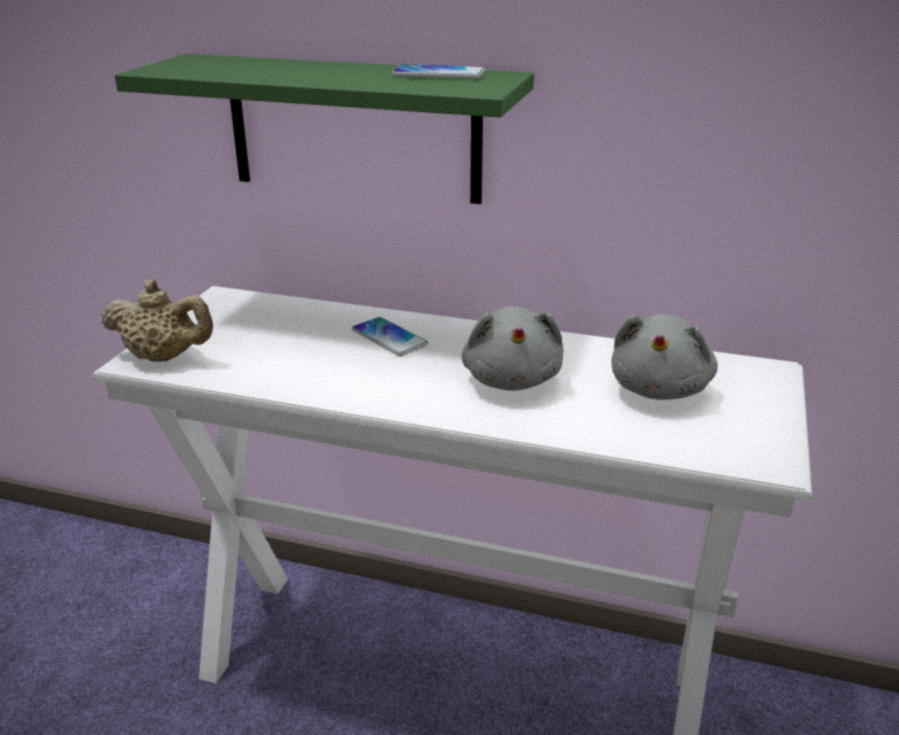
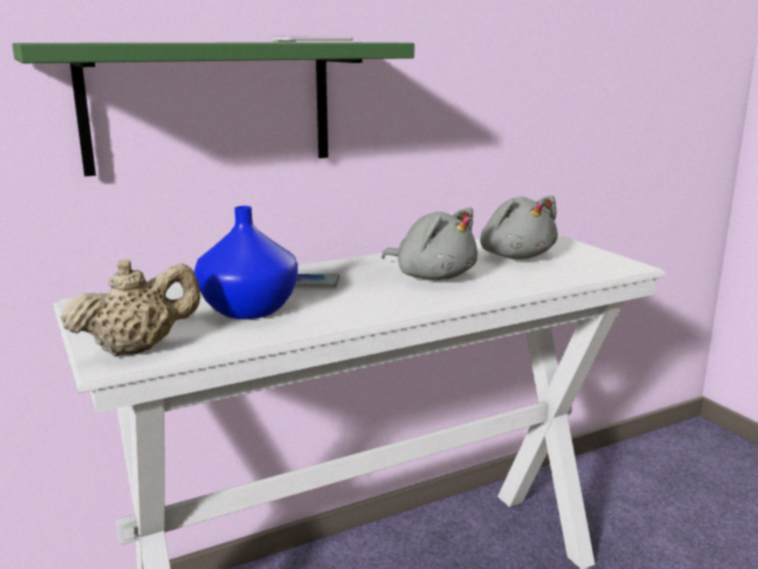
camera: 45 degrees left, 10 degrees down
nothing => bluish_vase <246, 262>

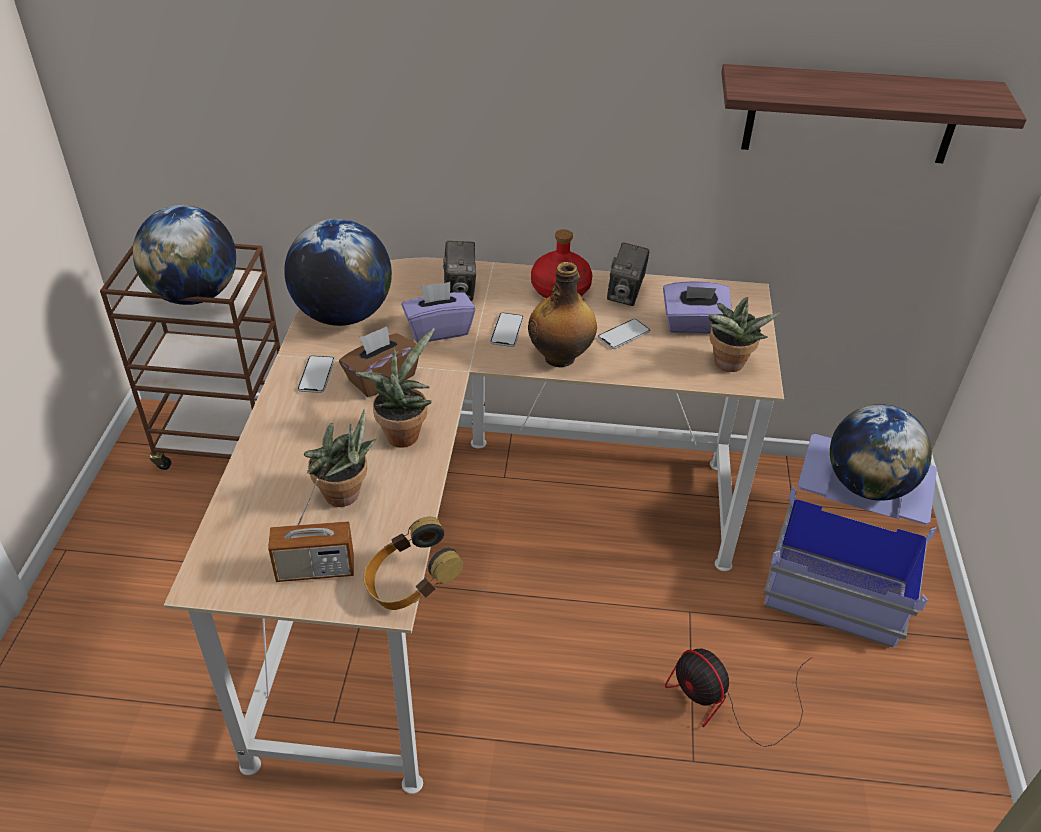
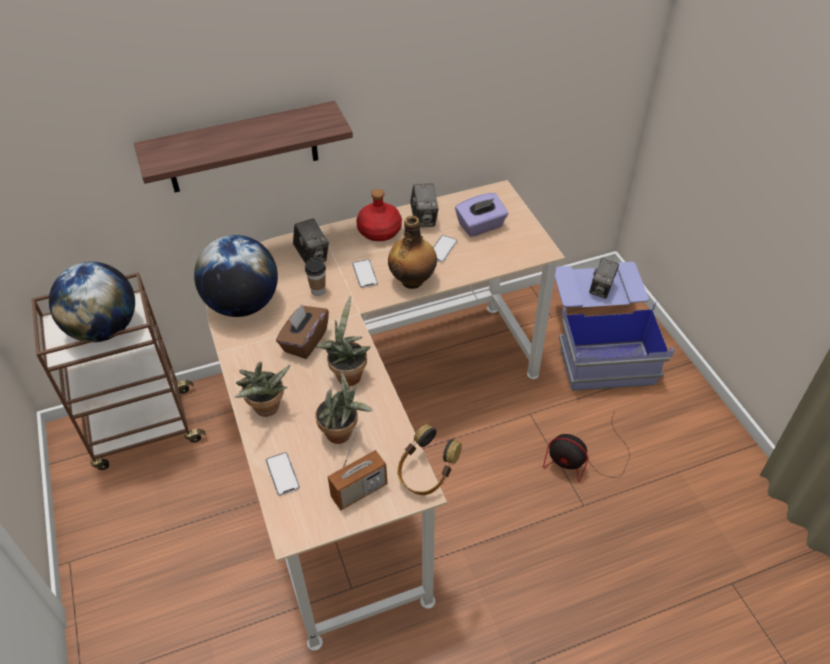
camera: 25 degrees left, 5 degrees up
telephone <316, 374> => telephone <283, 474>, move
purple-coloured_tissue_holder <438, 312> => small_cup <315, 277>
houseplant <744, 334> => houseplant <262, 389>, move
wall_shelf <874, 113> => wall_shelf <243, 147>, move
world_globe <881, 452> => photo_camera <604, 278>

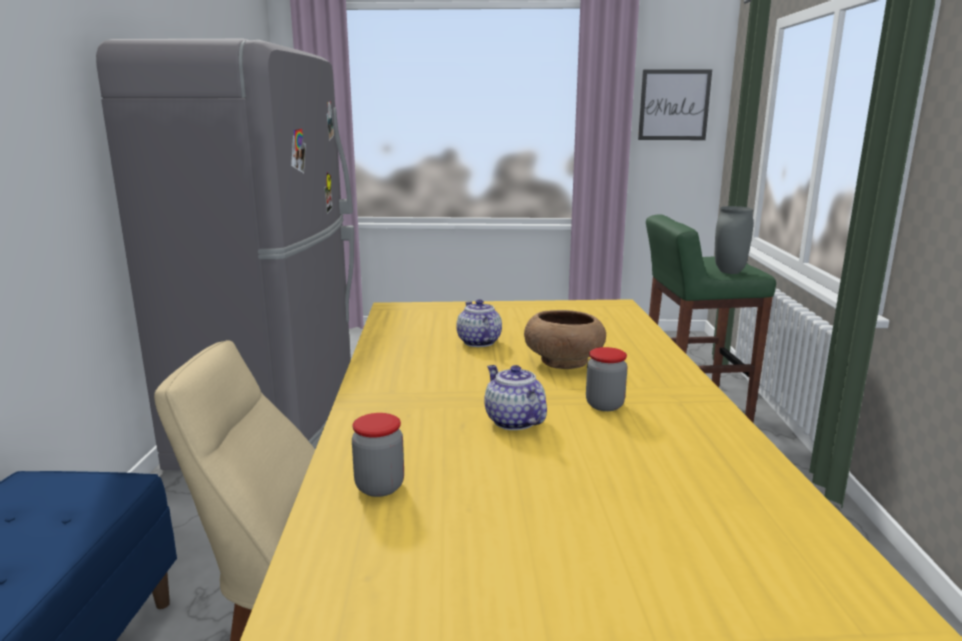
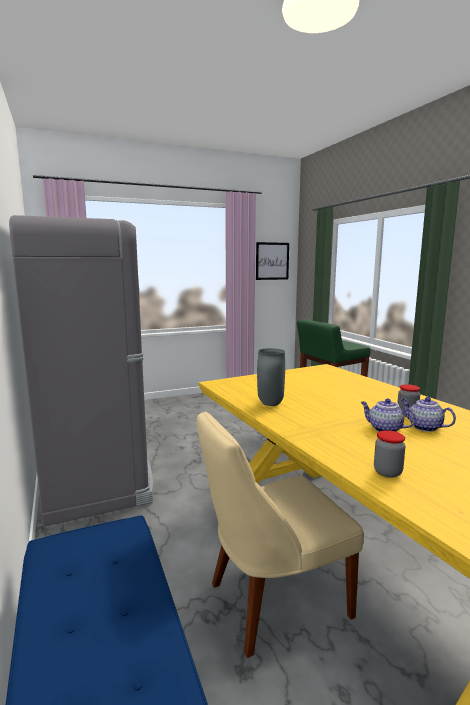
camera: 25 degrees left, 5 degrees down
pot_for_tea <479, 323> => pot_for_tea <428, 414>, move
brown_serving_bowl <565, 339> => nothing
gray_vase <734, 240> => gray_vase <271, 377>, move

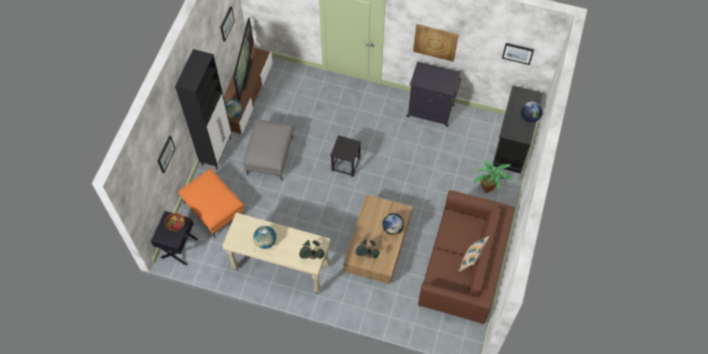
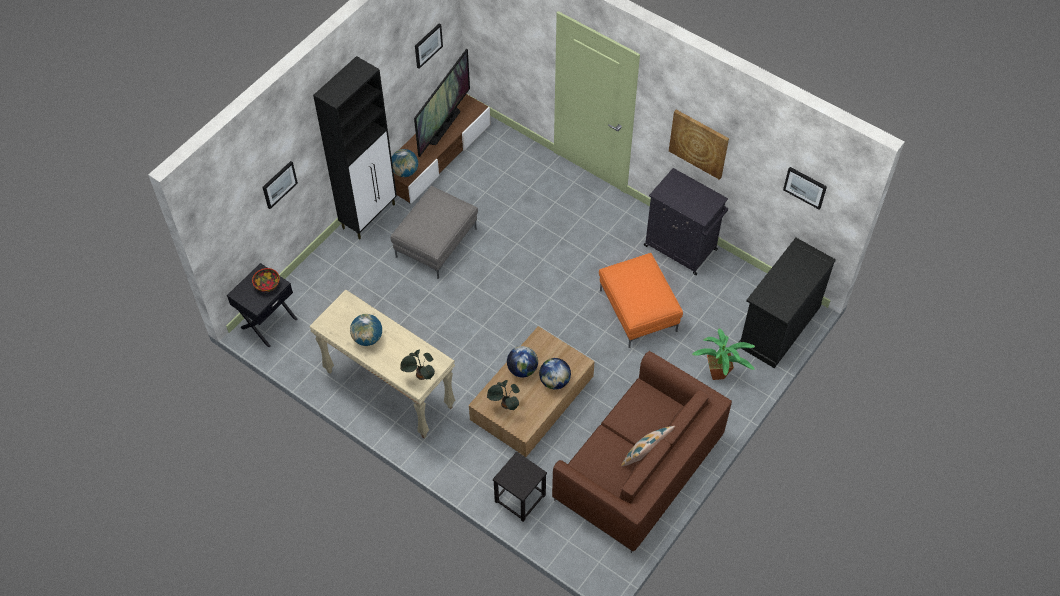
camera: 20 degrees right, 5 degrees down
orangey_ottoman <211, 203> => orangey_ottoman <641, 300>, move
black_stool <345, 156> => black_stool <520, 487>, move
world_globe <531, 112> => world_globe <522, 361>, move

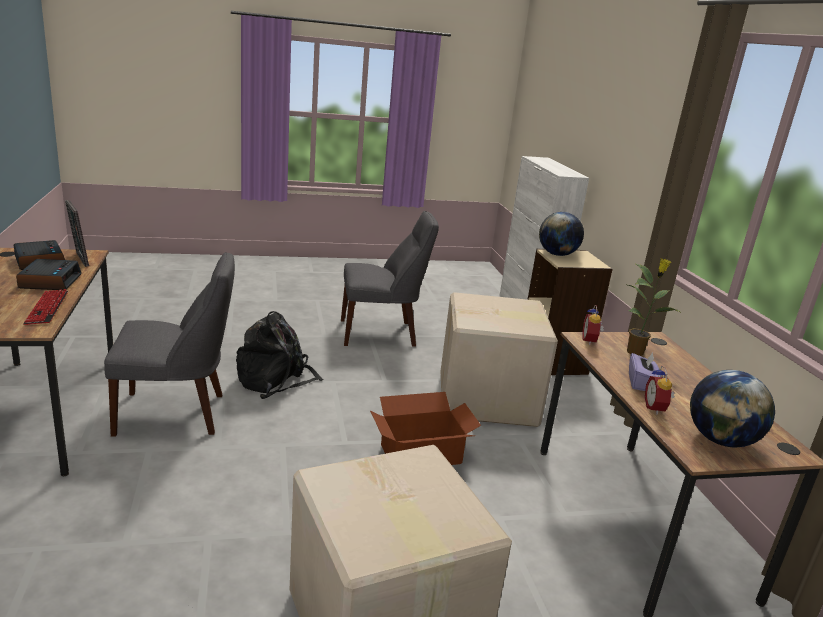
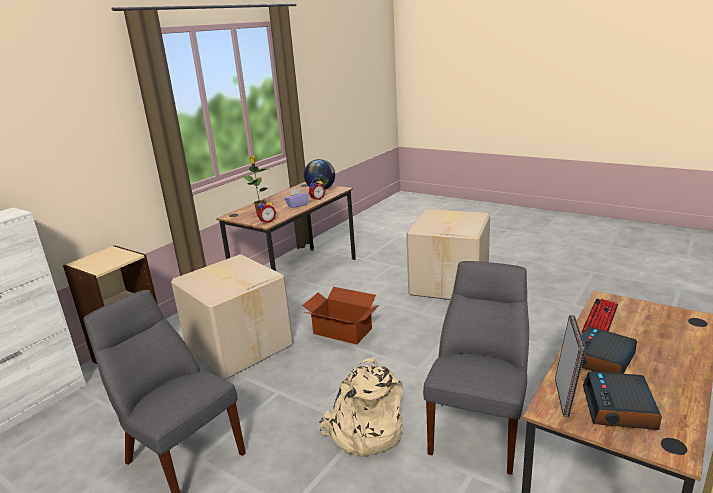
camera: 130 degrees left, 0 degrees up
gray_plain_chair <169, 344> => gray_plain_chair <476, 368>, 75 degrees clockwise
black_rucksack <280, 355> => beige-coloured_rucksack <360, 407>
world_globe <561, 234> => nothing

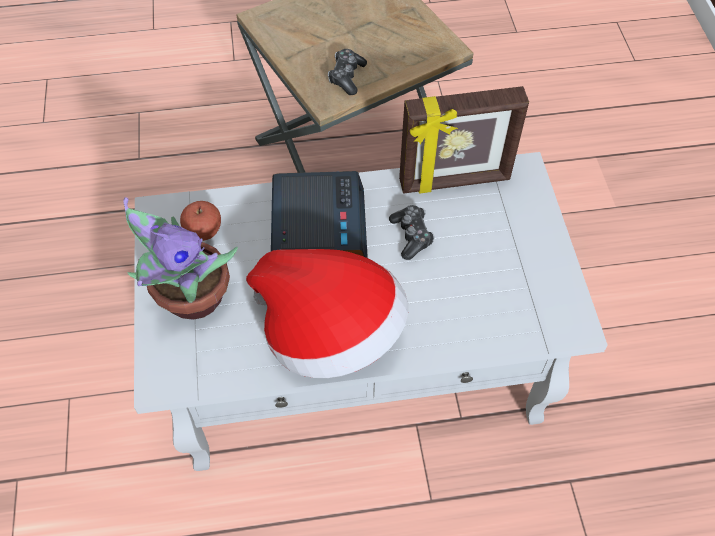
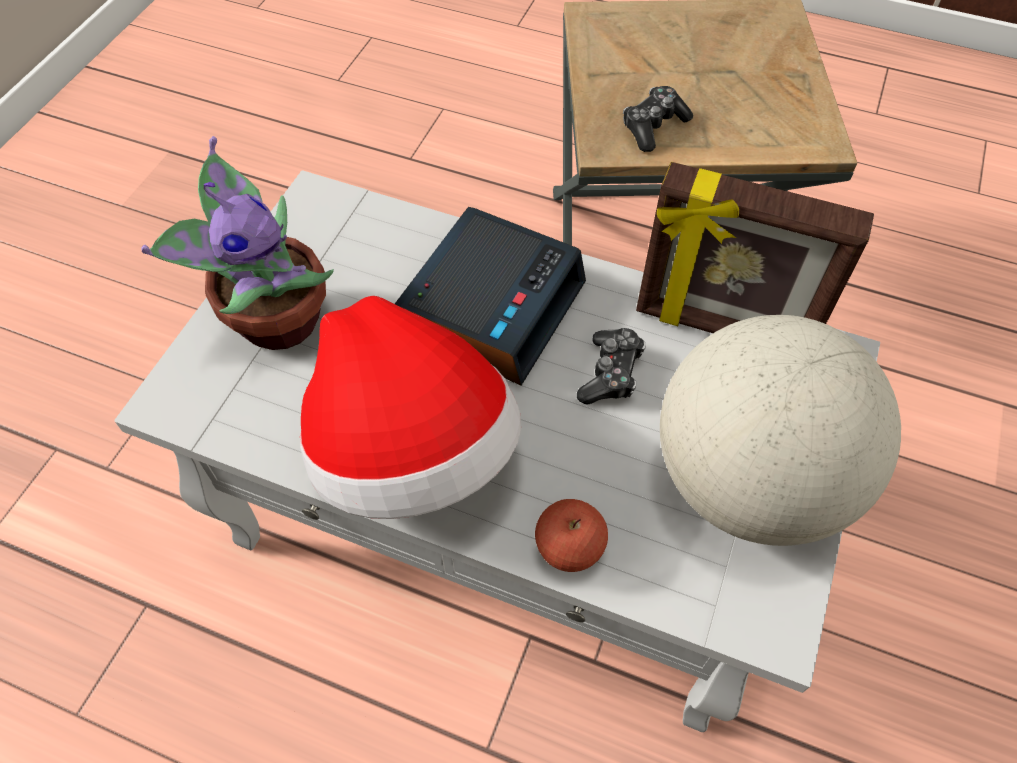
camera: 30 degrees right, 0 degrees up
whole_apple <200, 221> => whole_apple <571, 535>, move
nothing => world_globe <780, 430>

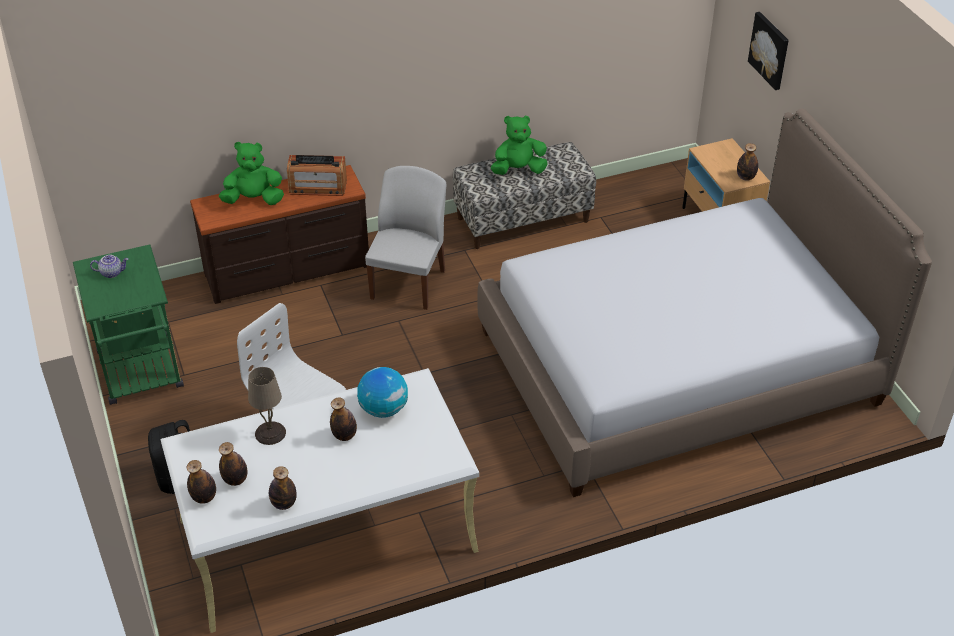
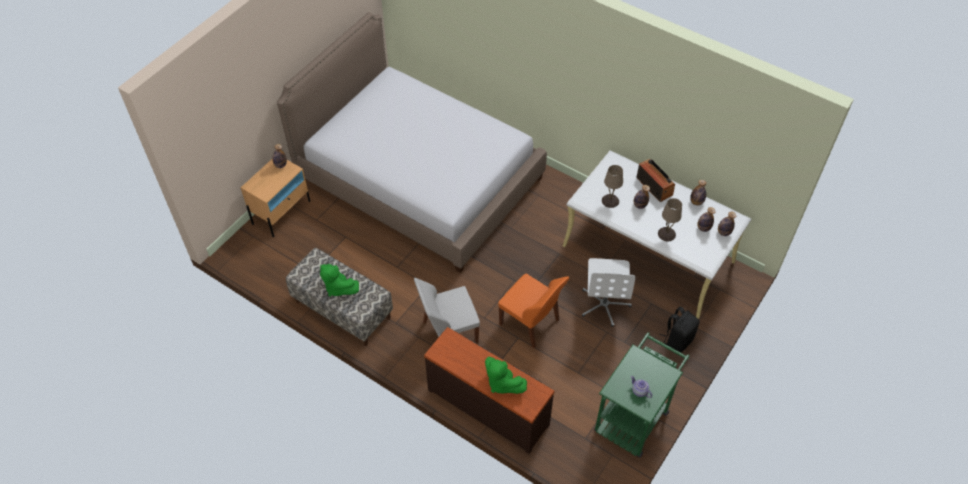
camera: 125 degrees left, 10 degrees up
radio <317, 175> => radio <656, 180>, move
world_globe <382, 392> => beige-coloured_lamp_for_a_table <612, 186>
picture <768, 51> => nothing
nothing => orangey_plain_chair <533, 310>

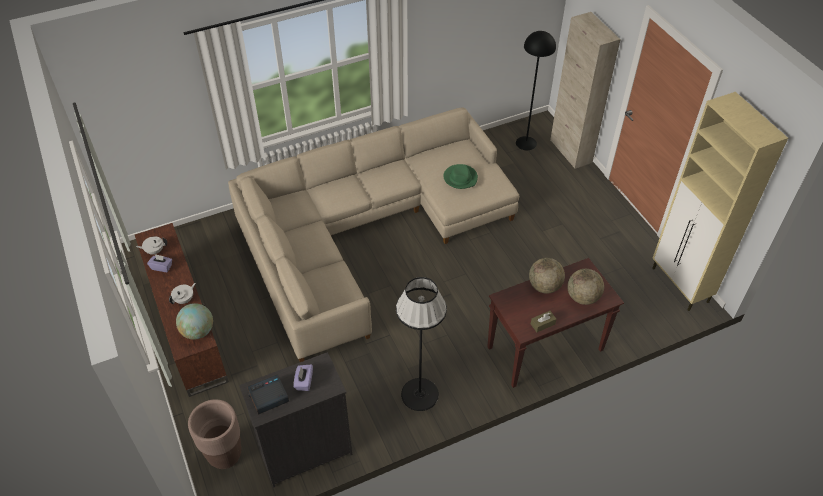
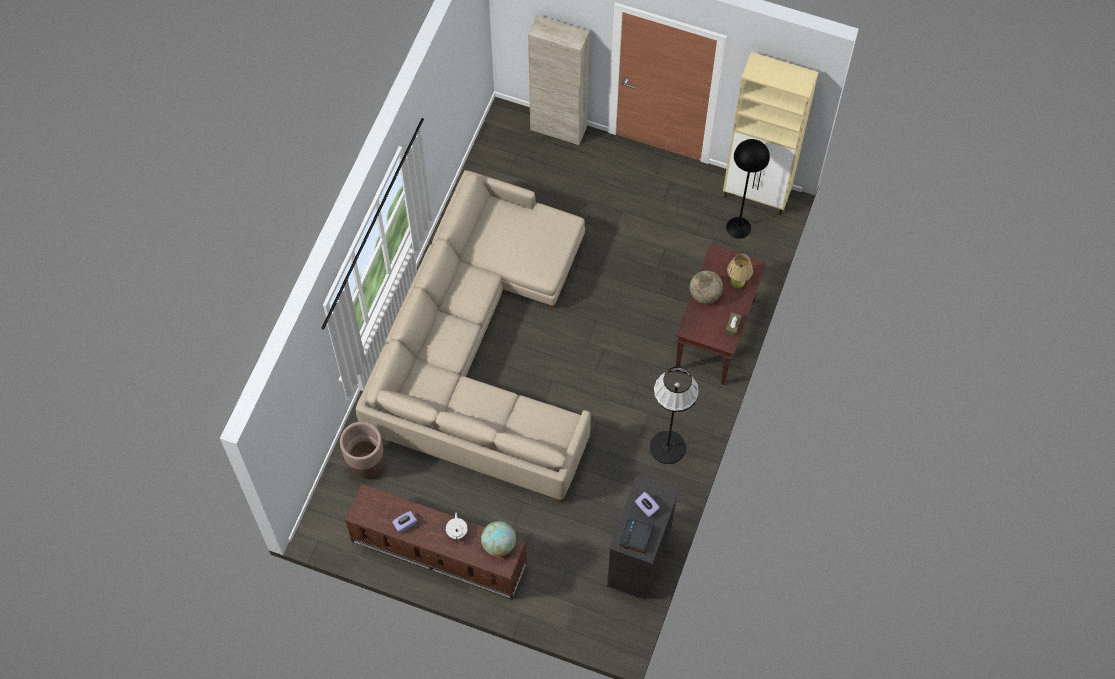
camera: 45 degrees left, 15 degrees up
whitish_pot_for_tea <151, 245> => nothing
brown_flower_pot <214, 434> => brown_flower_pot <361, 450>, move
greenish_wearable_hat <460, 176> => nothing
black_standing_lamp <536, 90> => black_standing_lamp <748, 189>, move
world_globe <585, 287> => lamp_for_a_table <740, 271>

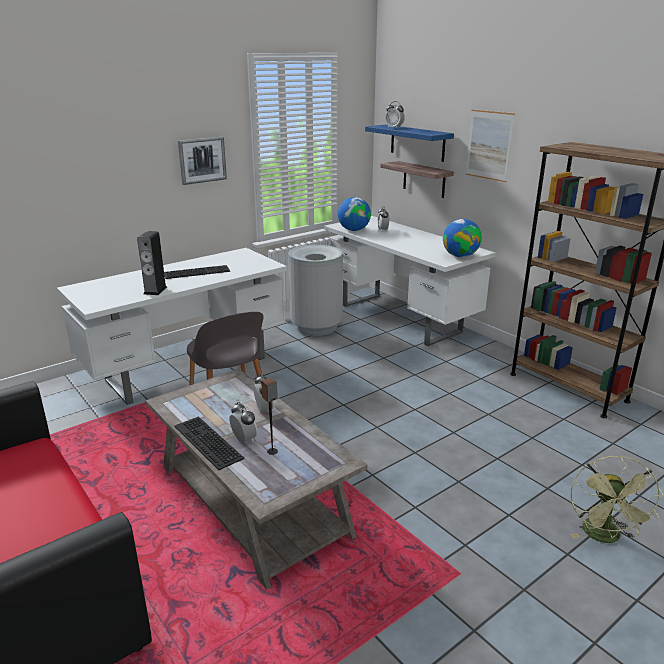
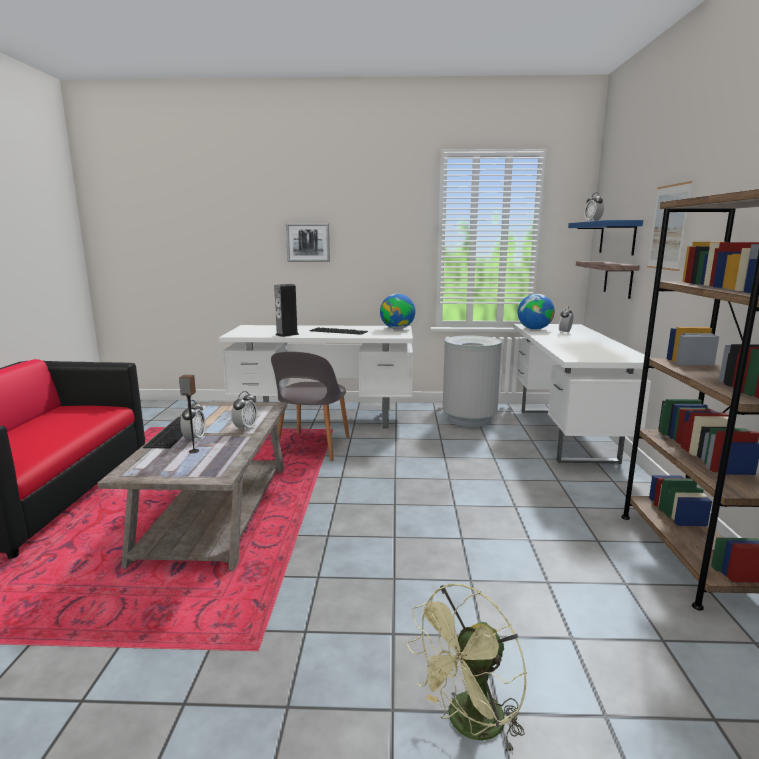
camera: 40 degrees right, 10 degrees down
picture <202, 161> => picture <308, 242>, move
world_globe <462, 238> => world_globe <397, 311>, move

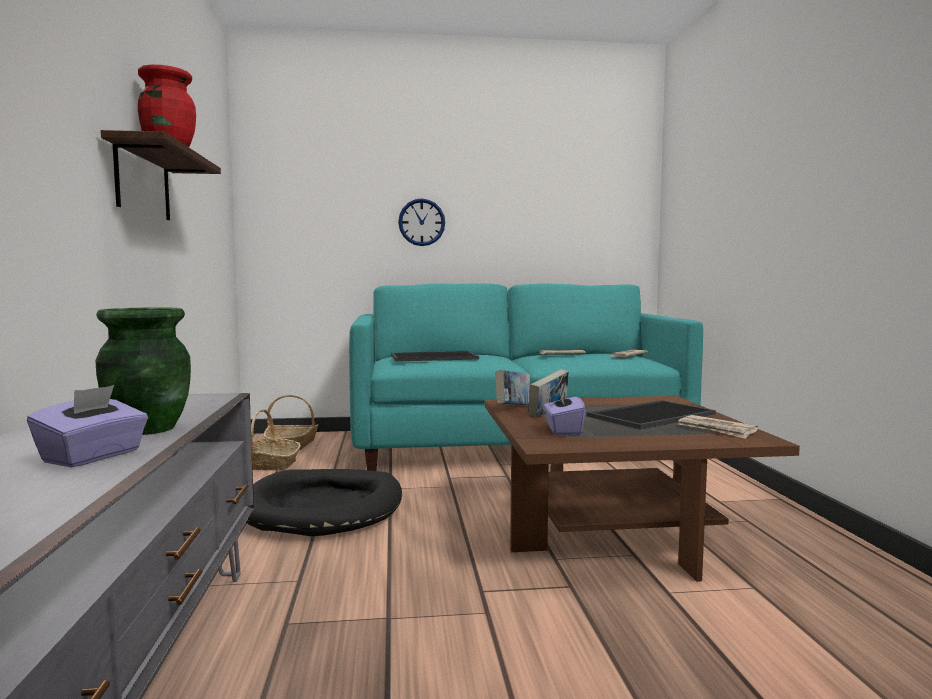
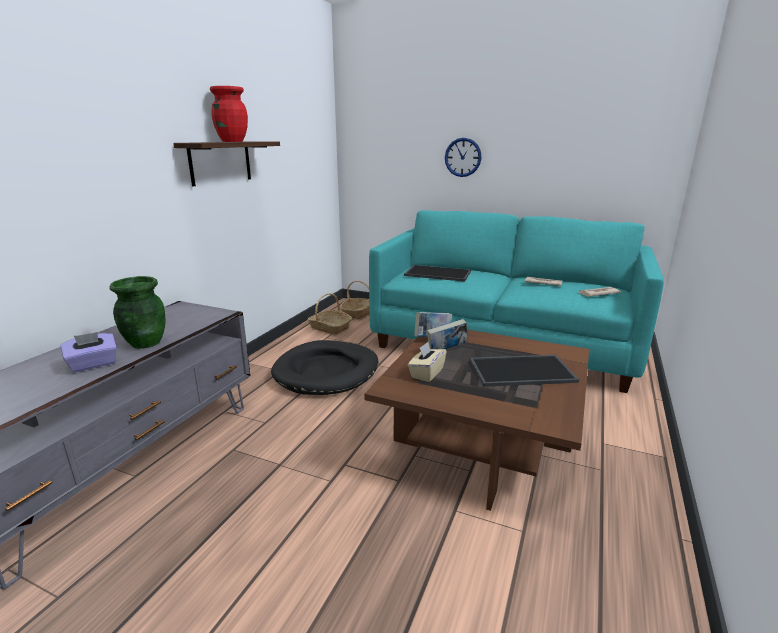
camera: 30 degrees right, 15 degrees up
purple-coloured_tissue_holder <565, 412> => beige-coloured_tissue_holder <427, 362>
daily_paper <718, 427> => nothing

